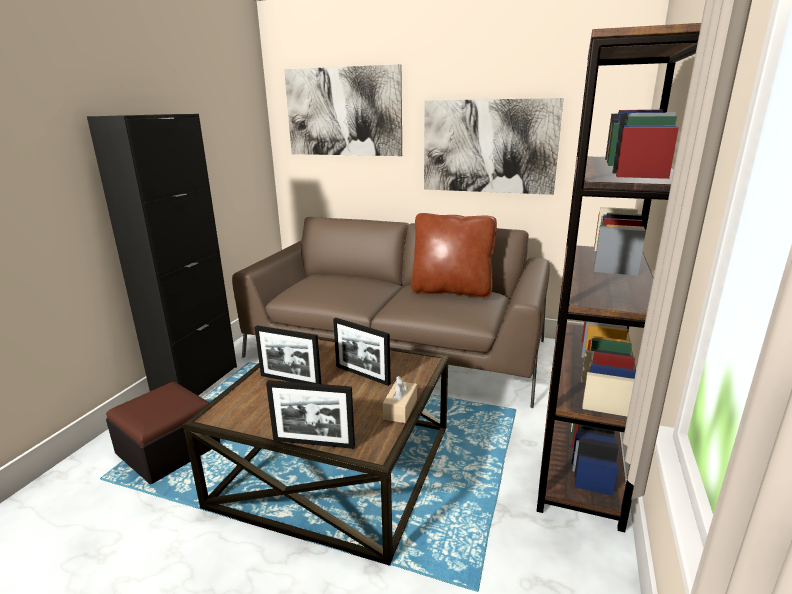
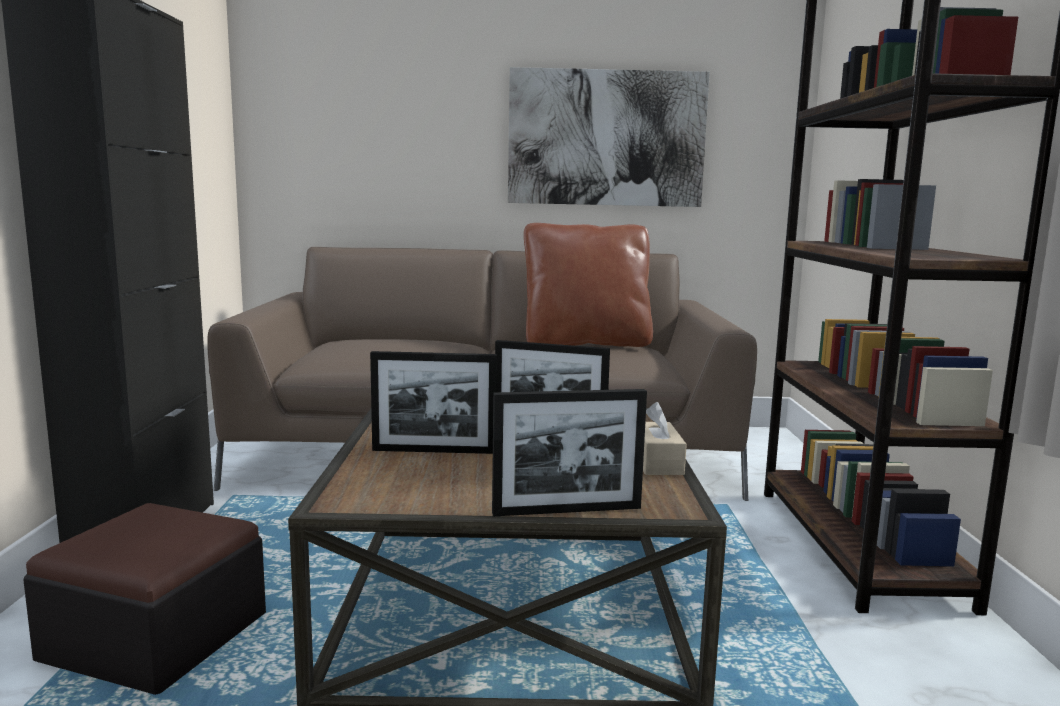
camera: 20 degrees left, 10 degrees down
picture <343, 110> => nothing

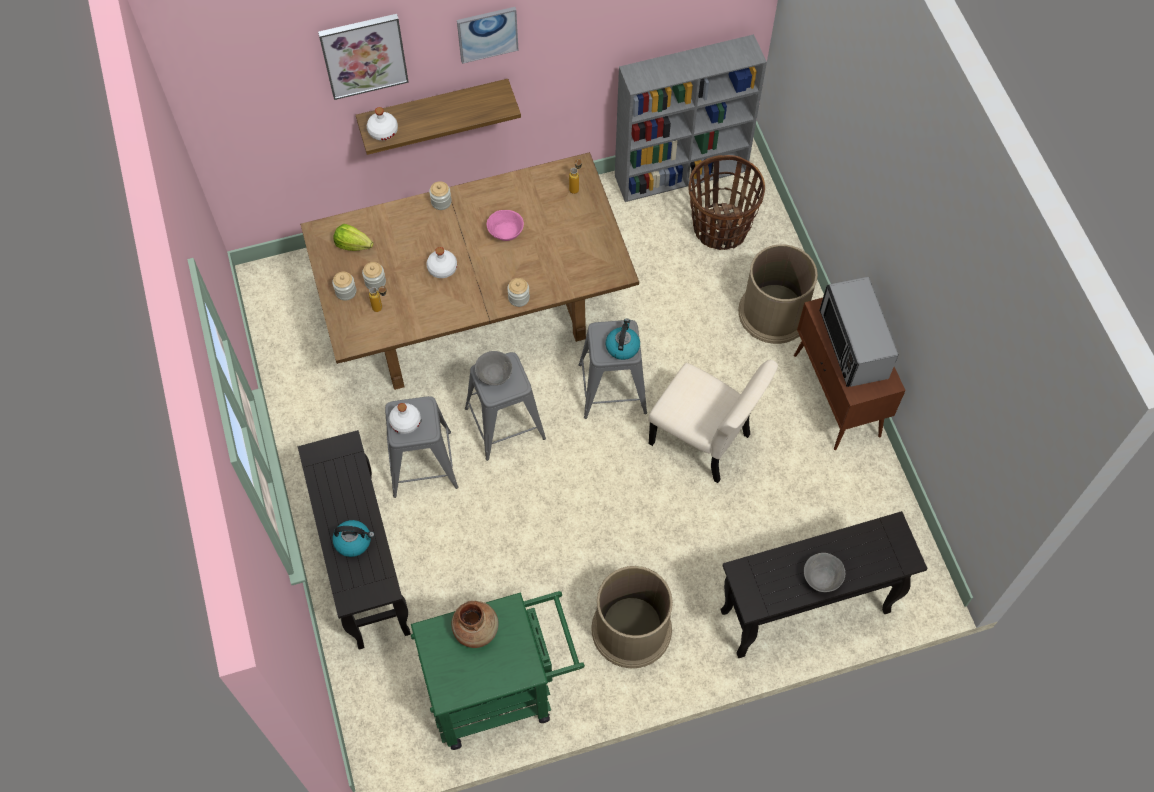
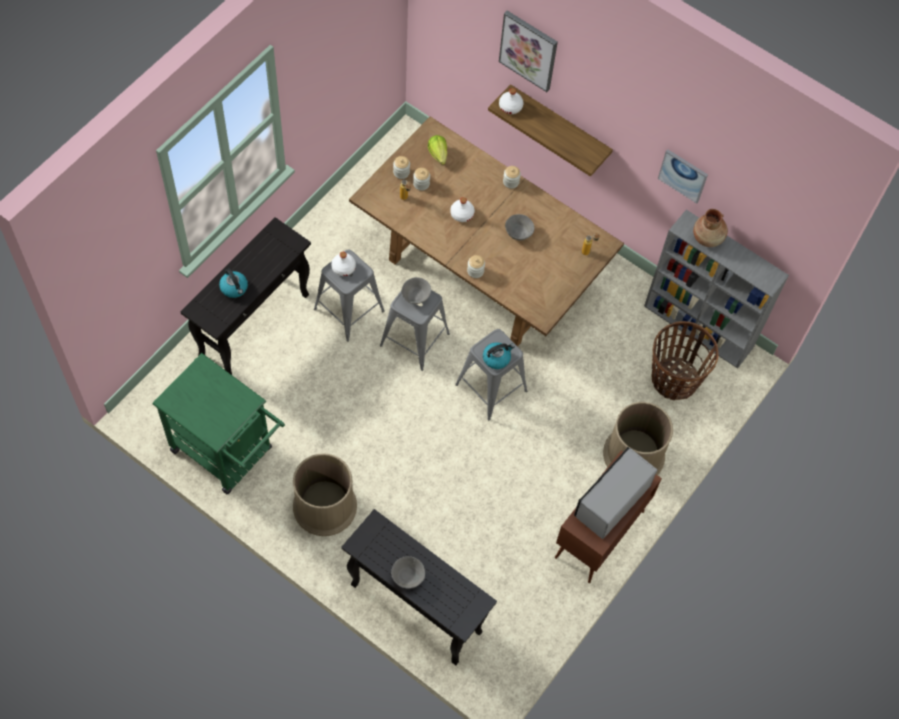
camera: 50 degrees right, 0 degrees up
brown_vase <474, 624> => brown_vase <710, 228>, move
picture <487, 35> => picture <683, 176>, move
pink_serving_bowl <505, 225> => gray_serving_bowl <519, 227>
beige-coloured_plain_chair <713, 421> => nothing

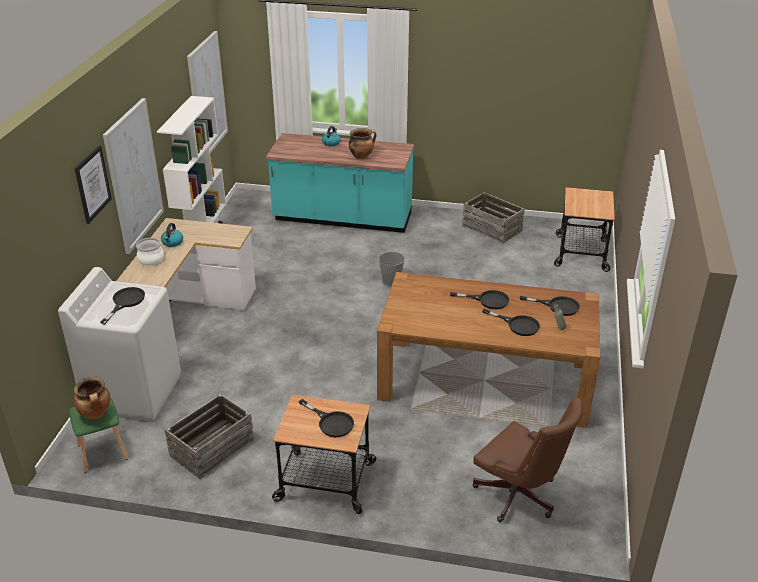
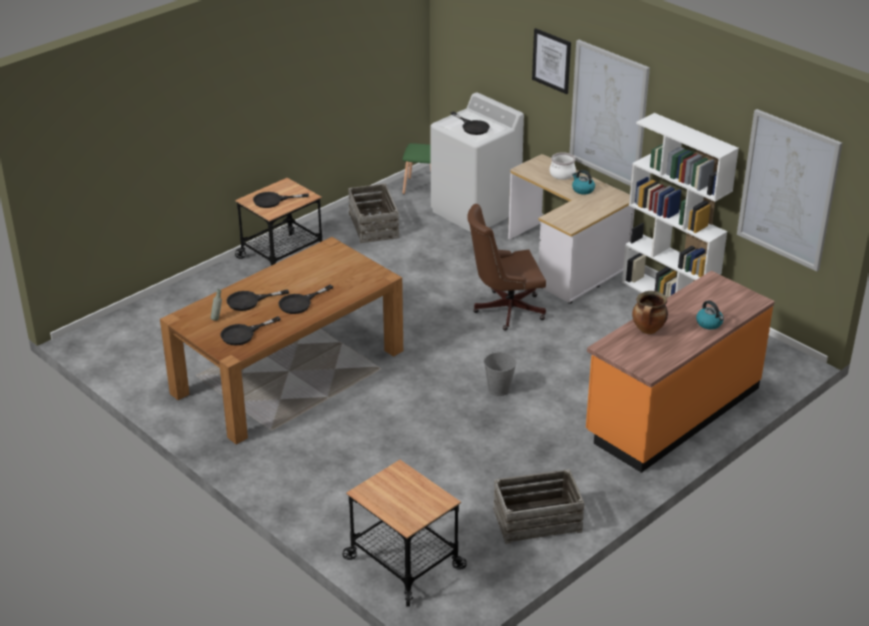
camera: 125 degrees right, 0 degrees up
cooking_pot <92, 398> => nothing
blue-green_kitchen_counter <340, 183> => orangey_kitchen_counter <680, 372>
brown_computer_chair <527, 460> => brown_computer_chair <506, 267>, move

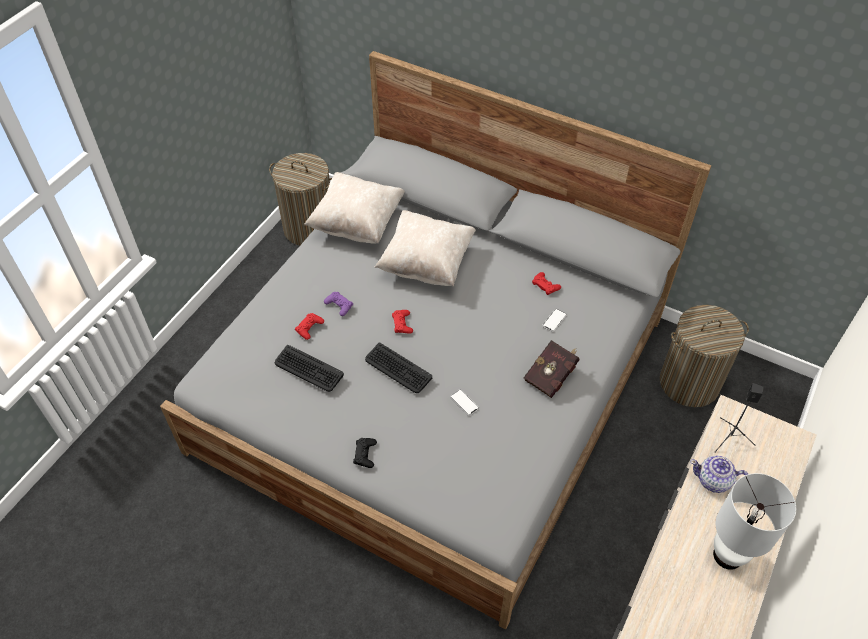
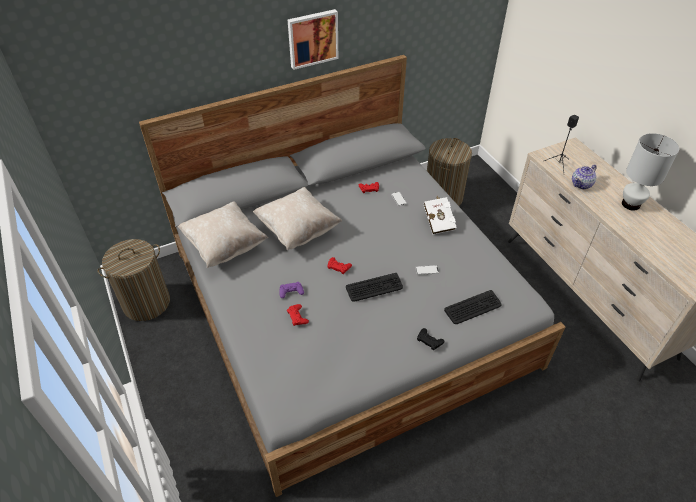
camera: 55 degrees left, 5 degrees down
computer_keyboard <309, 368> => computer_keyboard <473, 307>, move
reddish_book <551, 369> => whitish_book <440, 215>
nothing => picture <313, 39>

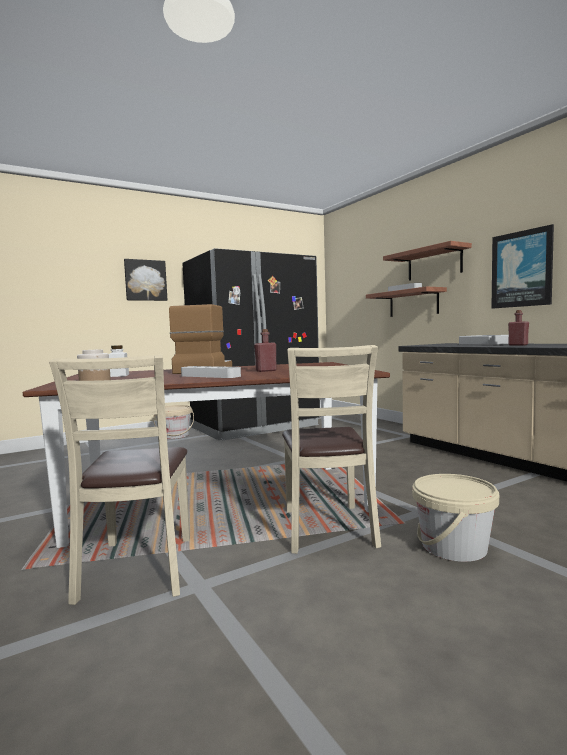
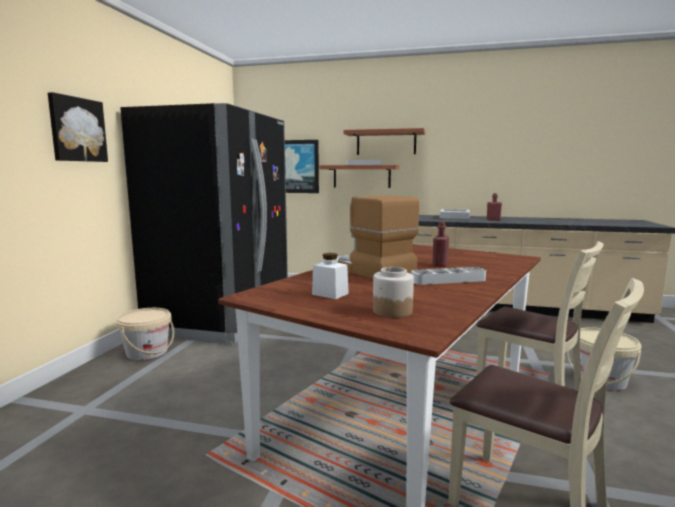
camera: 45 degrees left, 5 degrees up
picture <522, 266> => picture <302, 166>, move

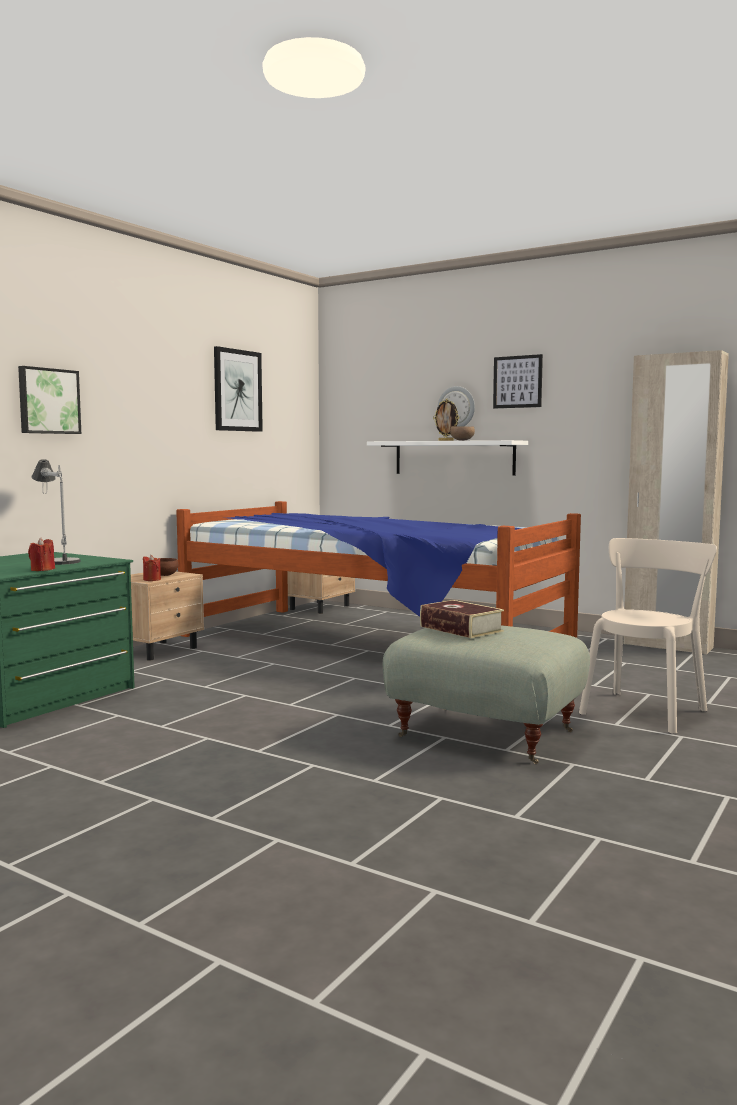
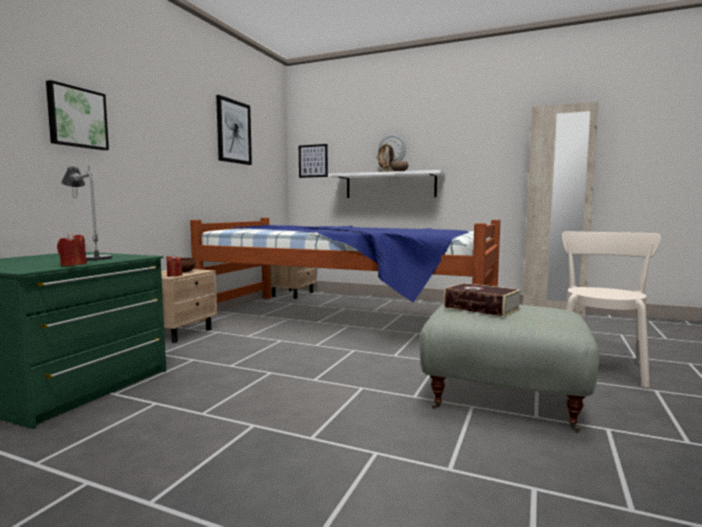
camera: 10 degrees left, 0 degrees up
picture <518, 381> => picture <313, 161>, move

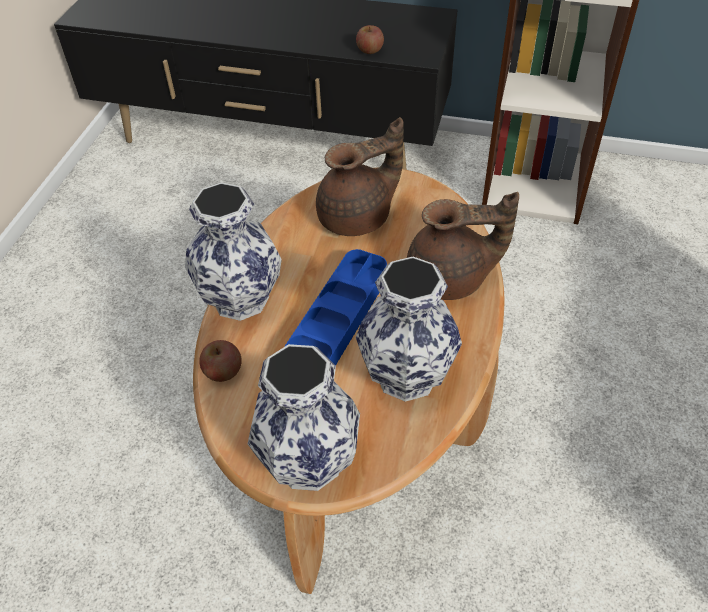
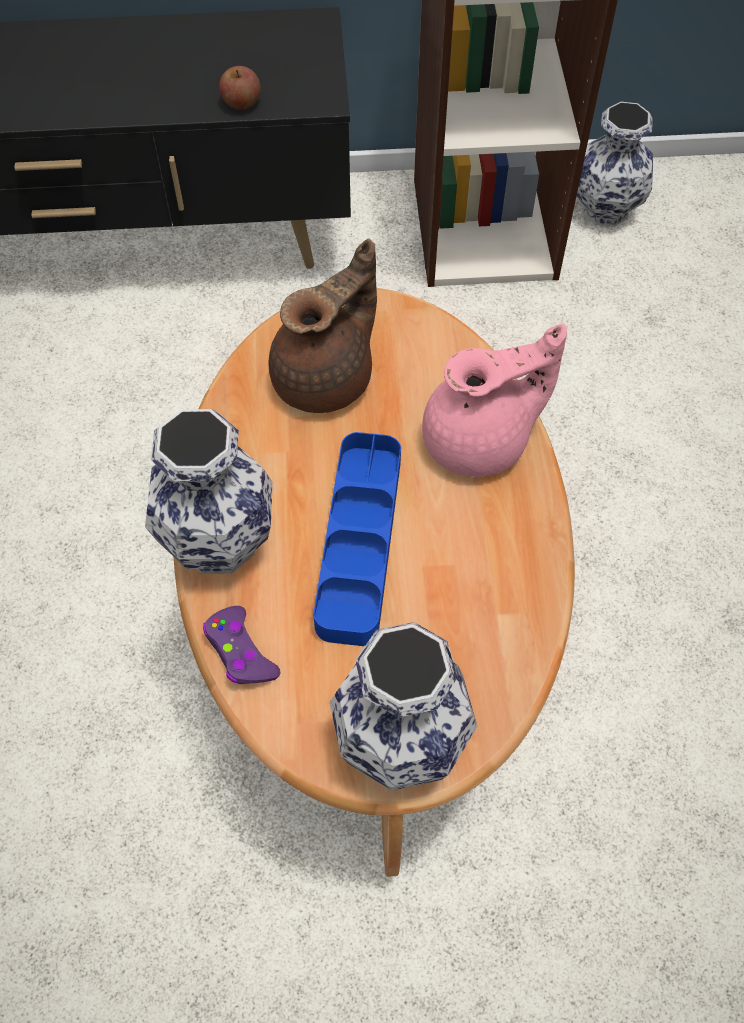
camera: 20 degrees left, 10 degrees up
whole_apple <220, 361> => purple-coloured_joypad <242, 645>
vase <409, 329> => vase <615, 164>, move
brown_pot_for_tea <463, 246> => pink_pot_for_tea <494, 400>

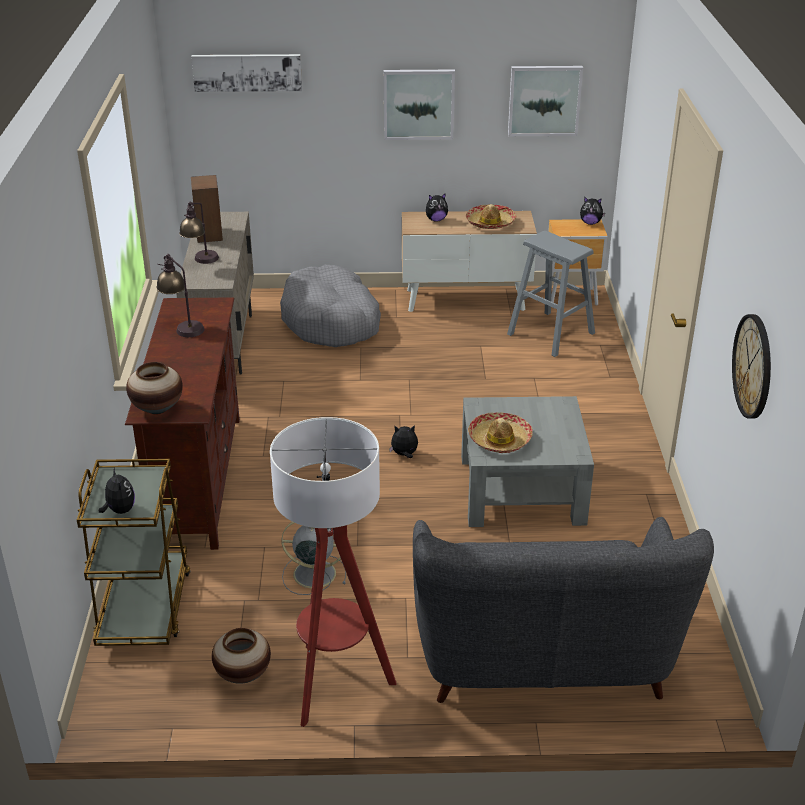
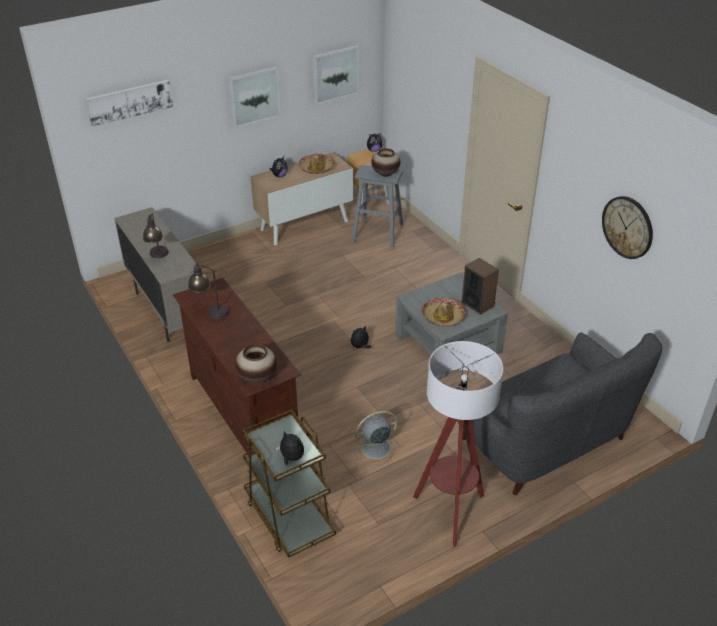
camera: 30 degrees left, 5 degrees up
loudspeaker <207, 209> => loudspeaker <480, 286>, move
vase <241, 656> => vase <385, 162>, move
gray_dog_cushion <330, 306> => nothing

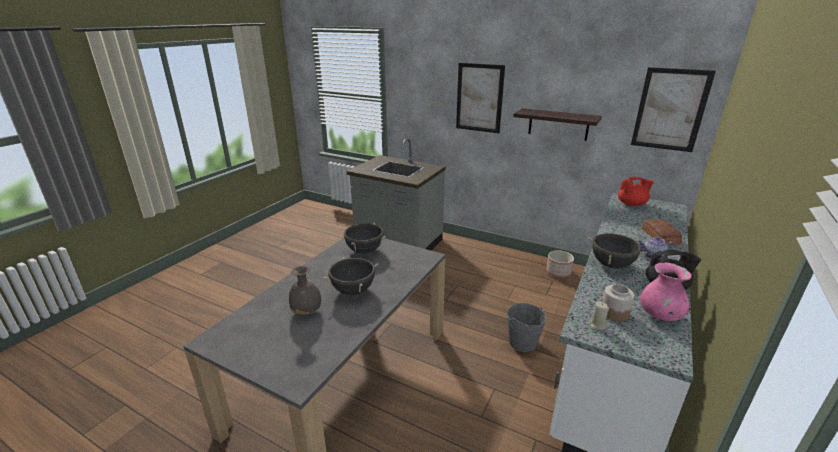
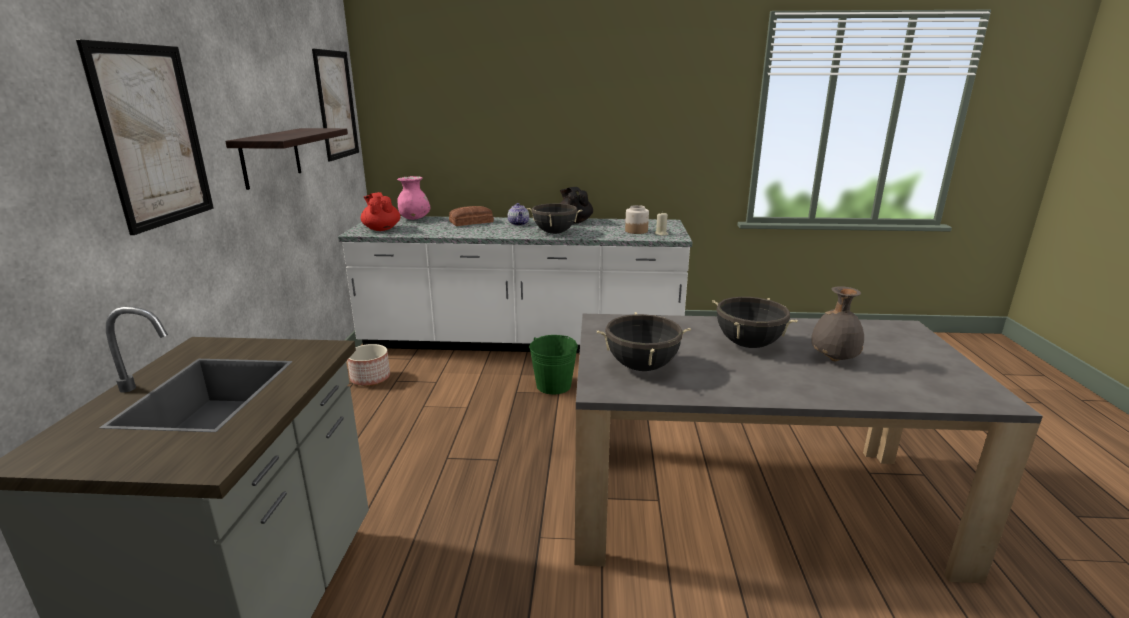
camera: 115 degrees left, 5 degrees down
gray_bucket <527, 327> => greenish_bucket <553, 364>
pink_vase <666, 292> => pink_vase <414, 198>, move

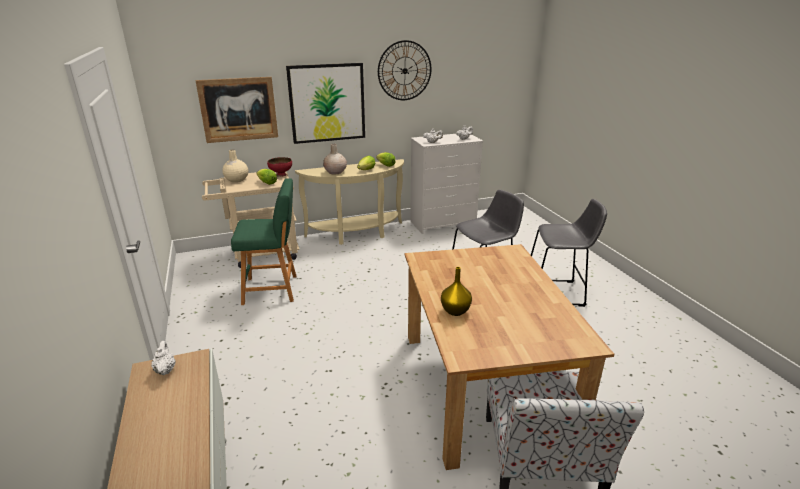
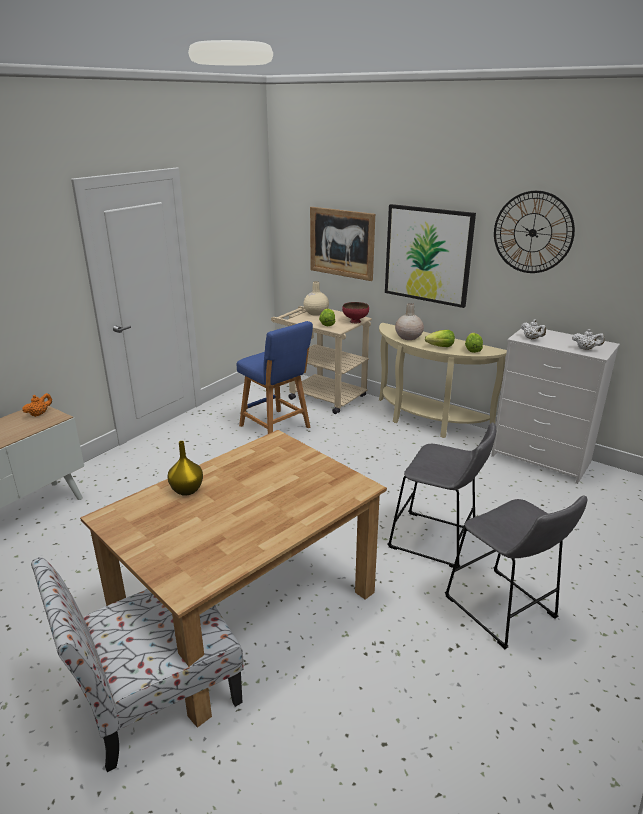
camera: 55 degrees right, 0 degrees up
whitish_pot_for_tea <163, 358> => orangey_pot_for_tea <37, 405>
greenish_stool <263, 241> => bluish_stool <275, 377>

